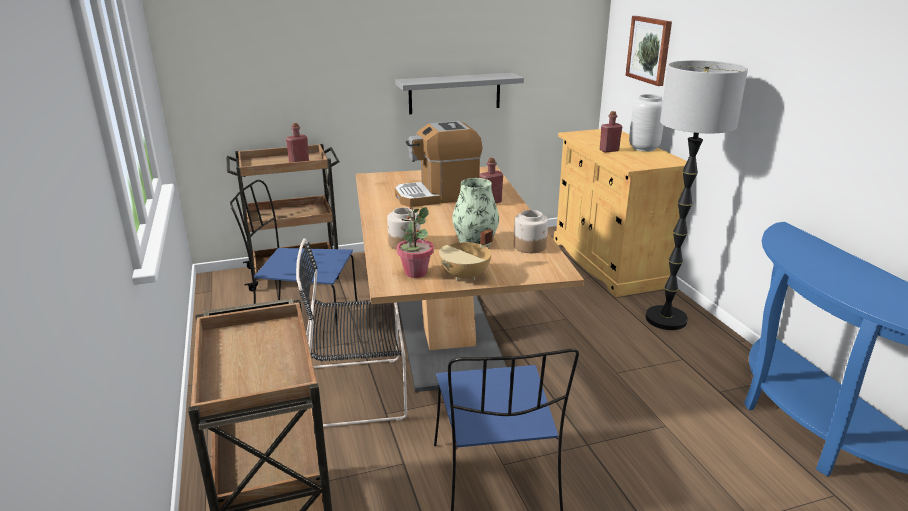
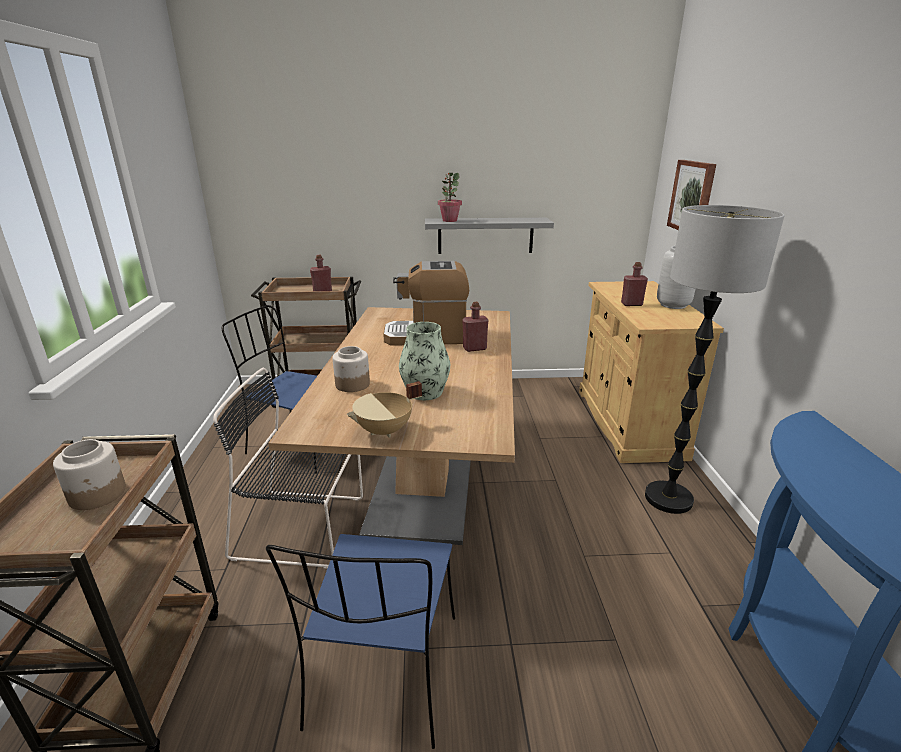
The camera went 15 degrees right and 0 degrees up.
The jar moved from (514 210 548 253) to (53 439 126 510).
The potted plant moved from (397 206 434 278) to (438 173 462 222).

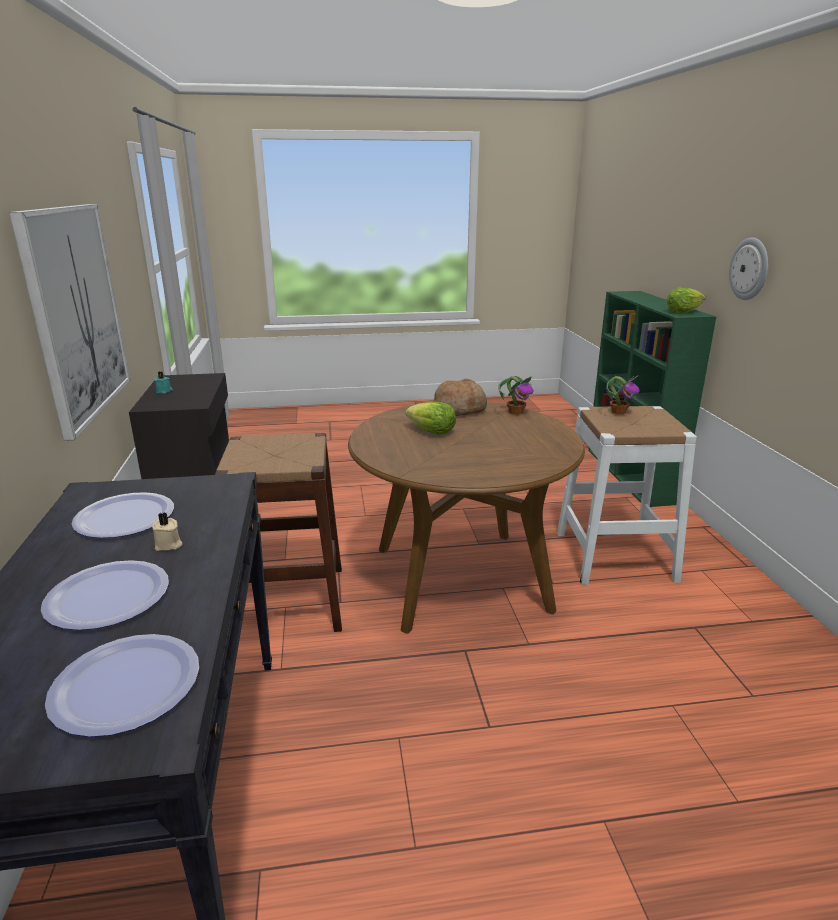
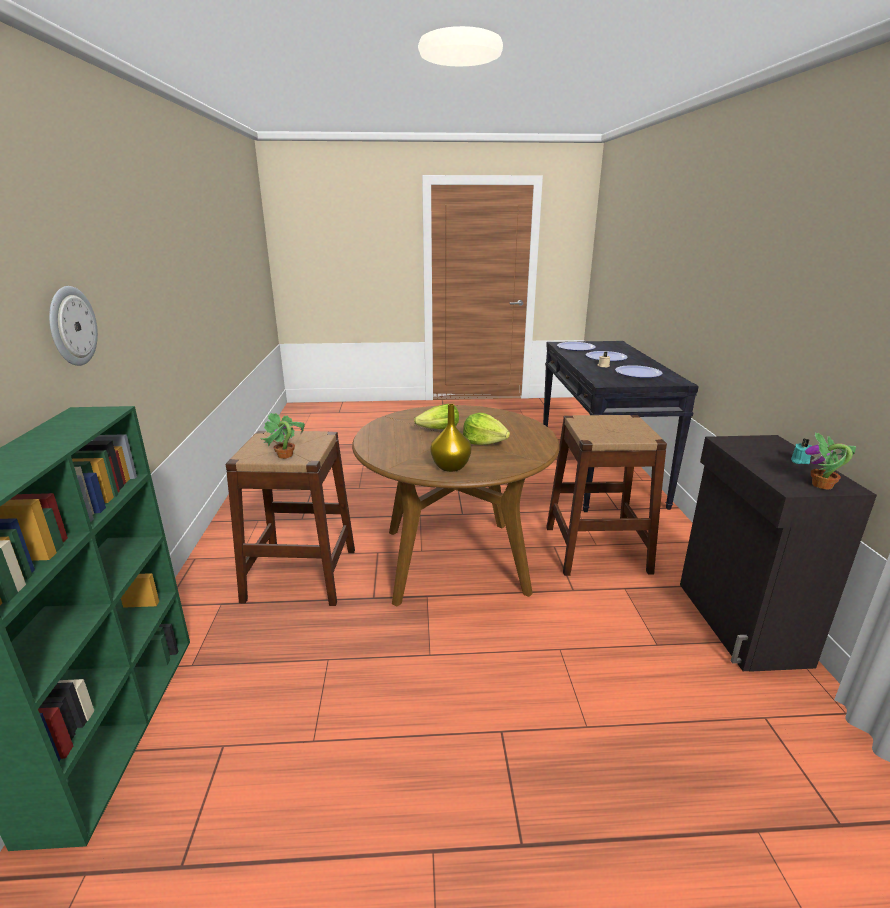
The camera went 175 degrees left and 0 degrees up.
The stool (white) at (557 406 697 585) became the stool (brown) at (226 431 355 606).
The lettuce moved from (666 288 706 313) to (414 404 459 429).
The bread at (433 379 487 416) was replaced by the vase (yellow) at (430 404 471 472).
The potted plant moved from (499 376 534 415) to (805 432 856 490).
The picture at (9 204 130 441) disappeared.

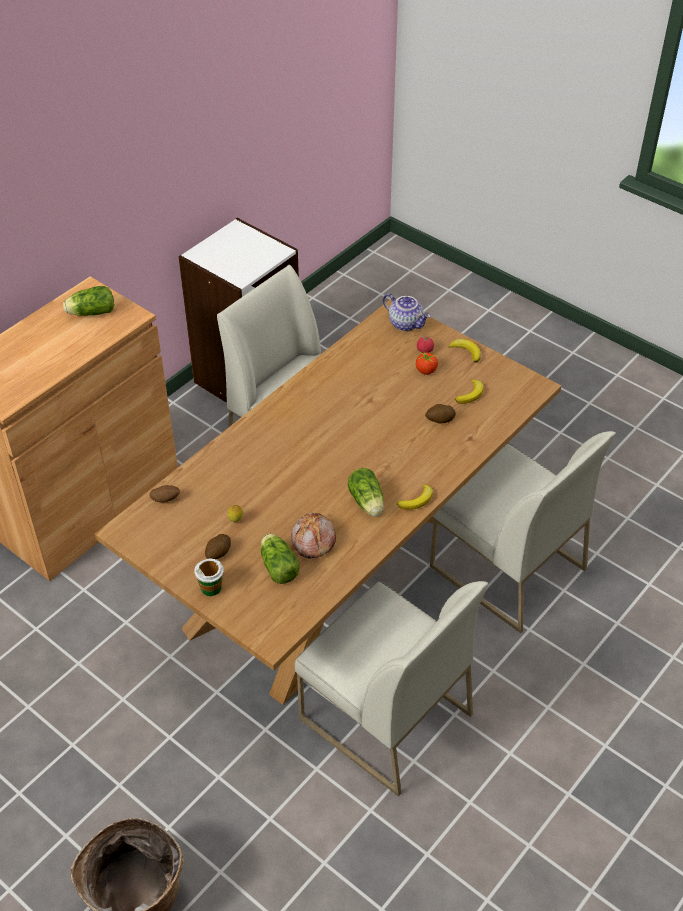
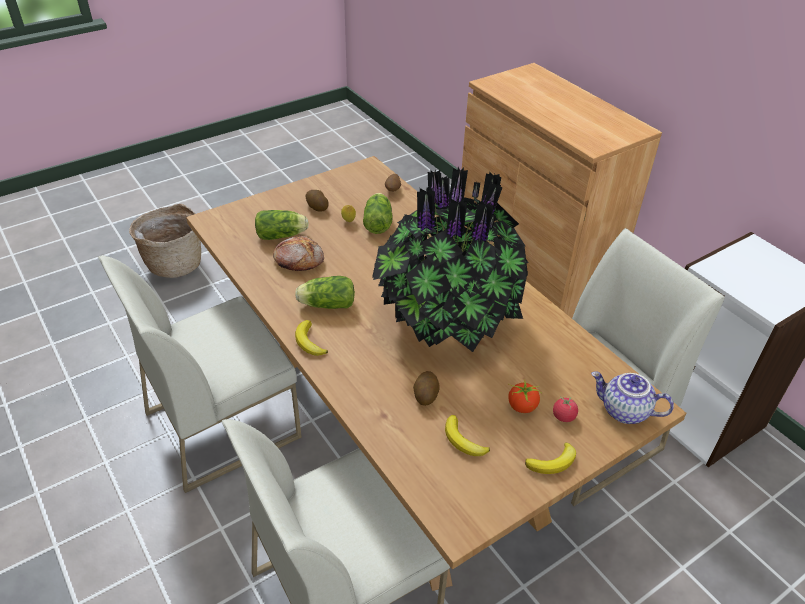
The camera went 105 degrees right and 5 degrees down.
The lettuce moved from (63 286 114 316) to (363 193 393 234).
The potted plant at (372 167 529 352) appeared.
The teapot at (383 293 430 331) turned 60 degrees clockwise.
The cup at (194 559 224 596) disappeared.

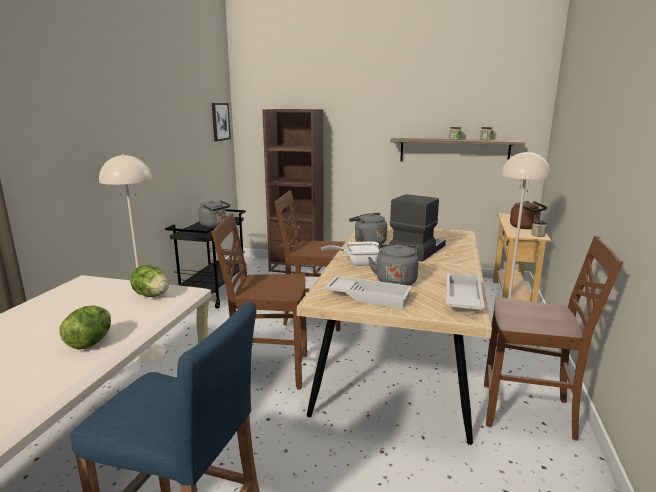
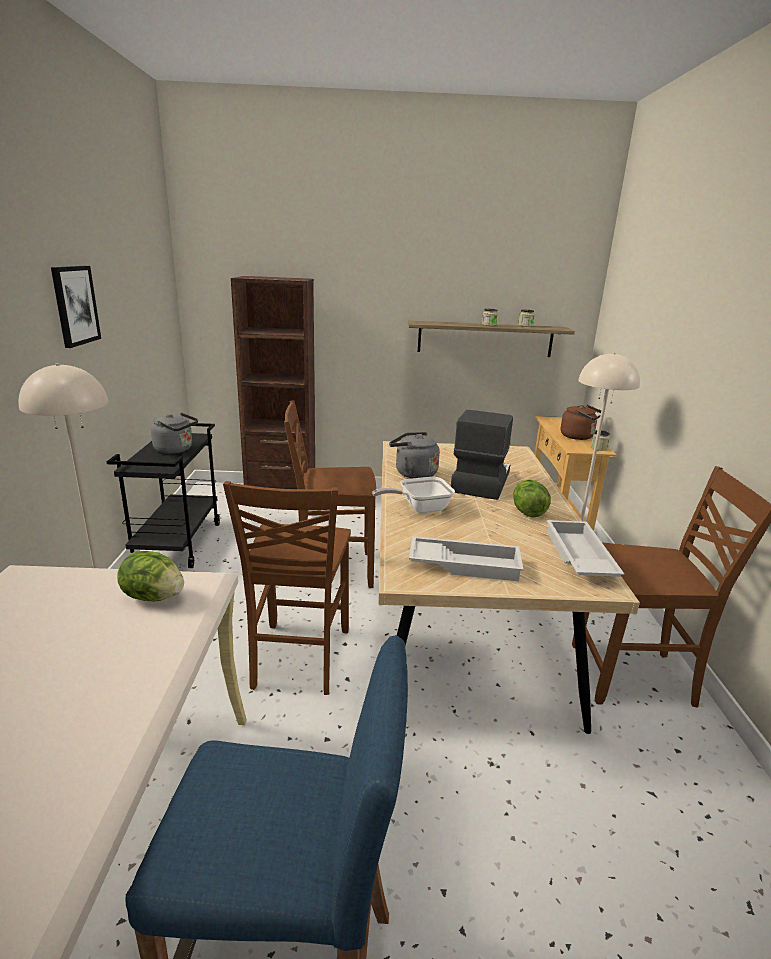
The camera went 15 degrees left and 5 degrees up.
The picture moved from (212 103 231 142) to (51 266 101 348).
The chair (brown) at (211 213 307 389) turned 75 degrees counterclockwise.
The lettuce moved from (60 305 111 350) to (513 480 551 518).
The kettle (grey) at (368 244 419 286) disappeared.

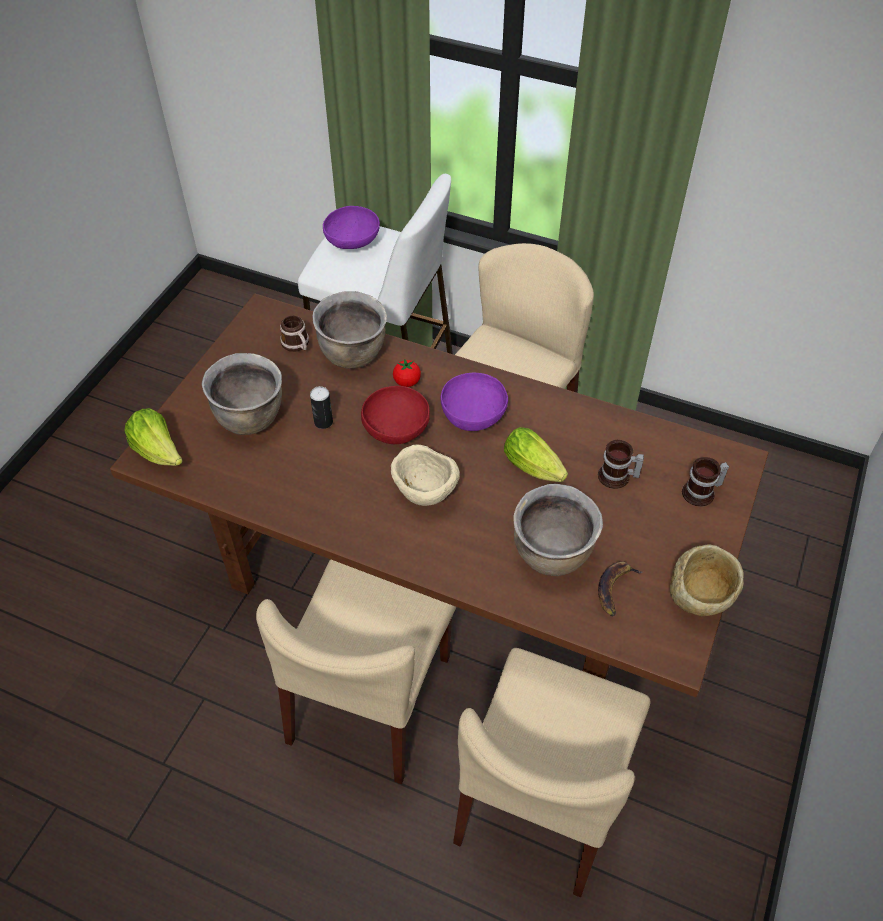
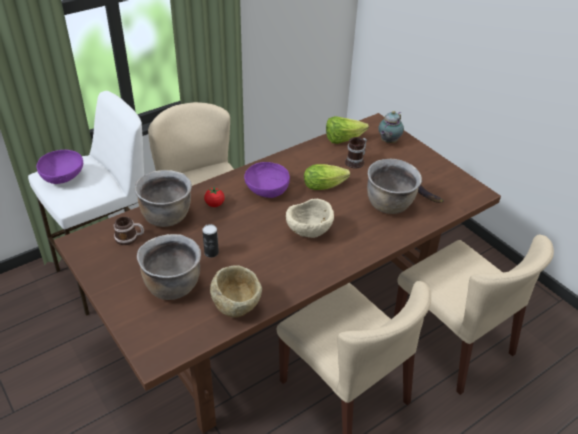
The camera went 60 degrees left and 10 degrees down.
The bowl (beige) moved from (670 544 744 616) to (210 266 262 318).
The lettuce moved from (124 408 183 466) to (326 116 369 144).
The mug at (682 457 729 507) was replaced by the teapot at (378 111 404 143).
The bowl (red) at (361 386 430 444) disappeared.

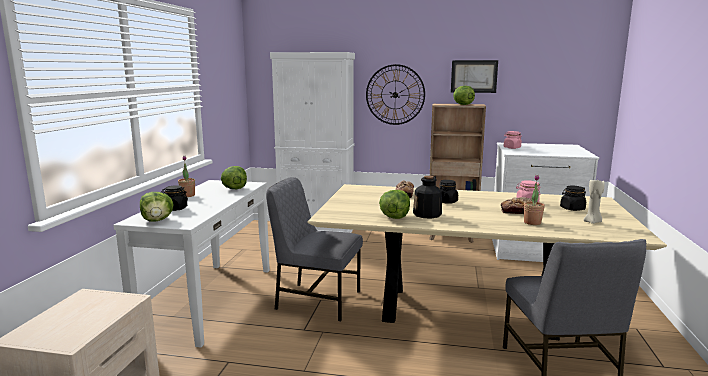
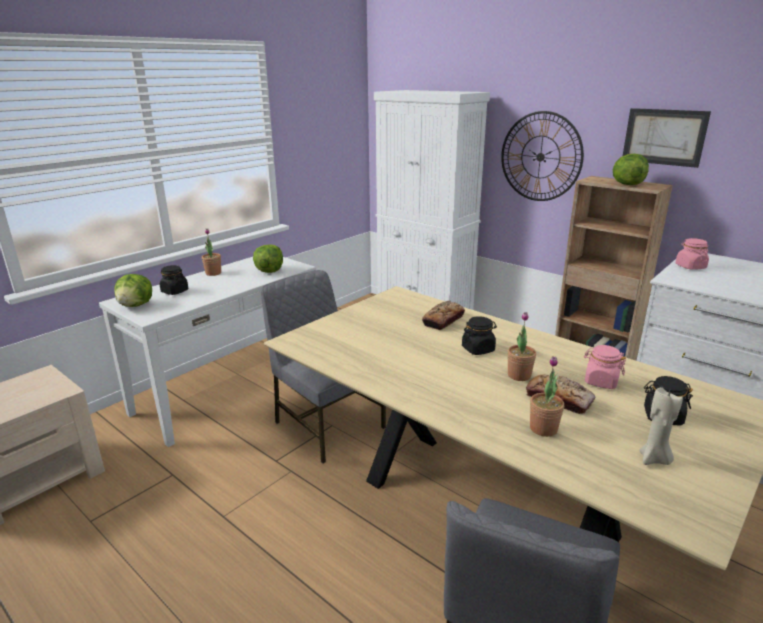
The camera went 30 degrees right and 10 degrees up.
The potted plant at (507 312 536 381) appeared.
The lettuce at (379 190 410 219) disappeared.
The bottle at (413 176 442 219) disappeared.

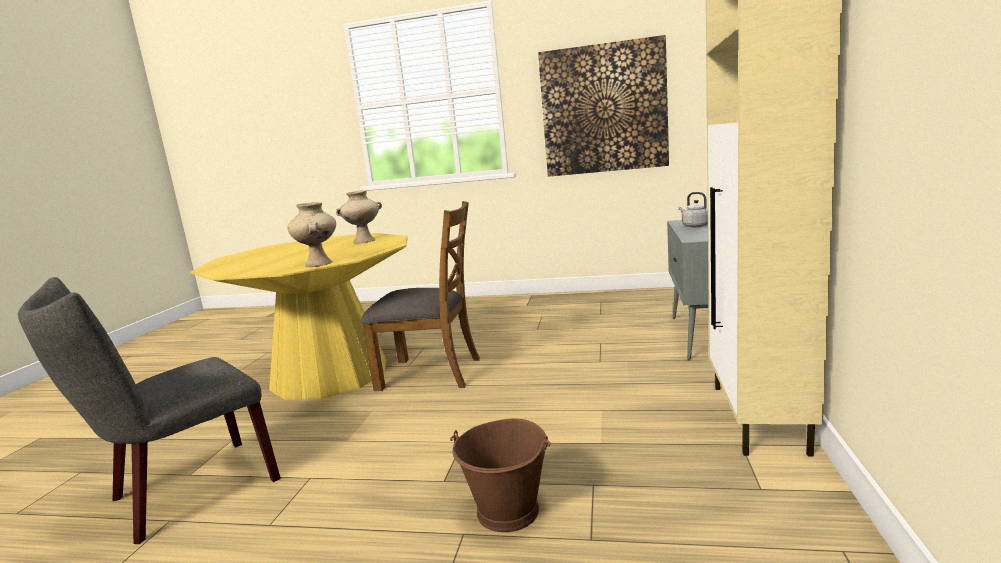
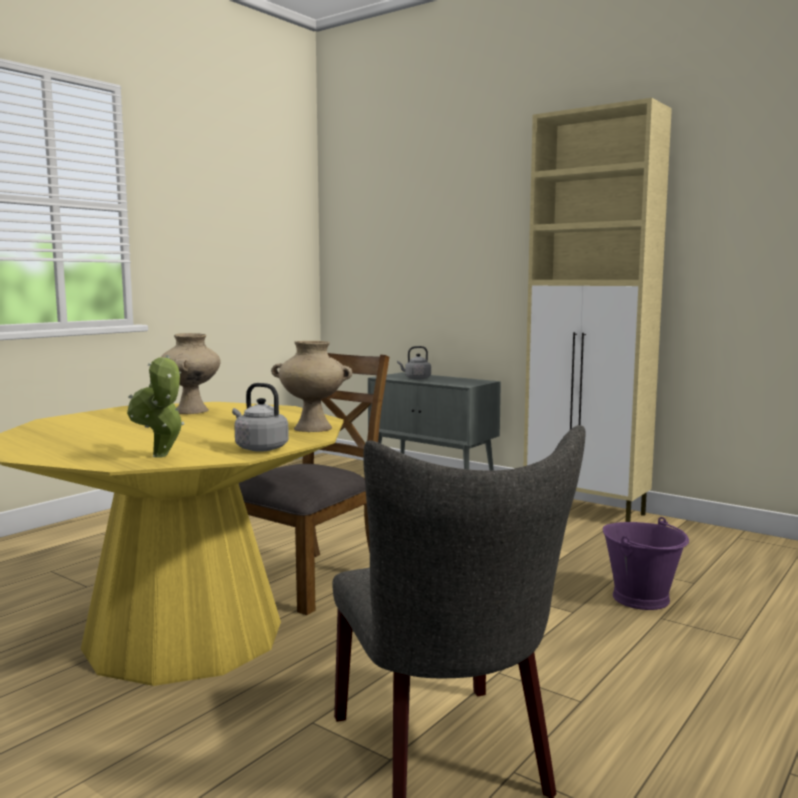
The camera went 65 degrees left and 5 degrees down.
The potted plant at (127 355 185 458) appeared.
The kettle (grey) at (232 383 289 452) appeared.
The bucket (brown) at (450 419 551 532) became the bucket (purple) at (603 517 689 610).
The picture at (538 35 669 177) disappeared.

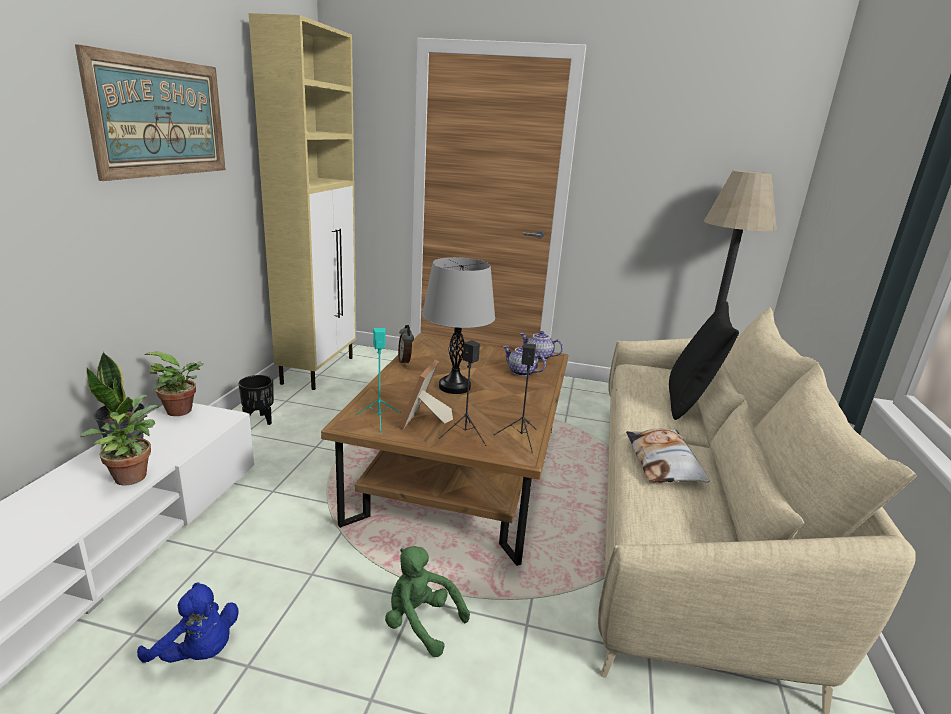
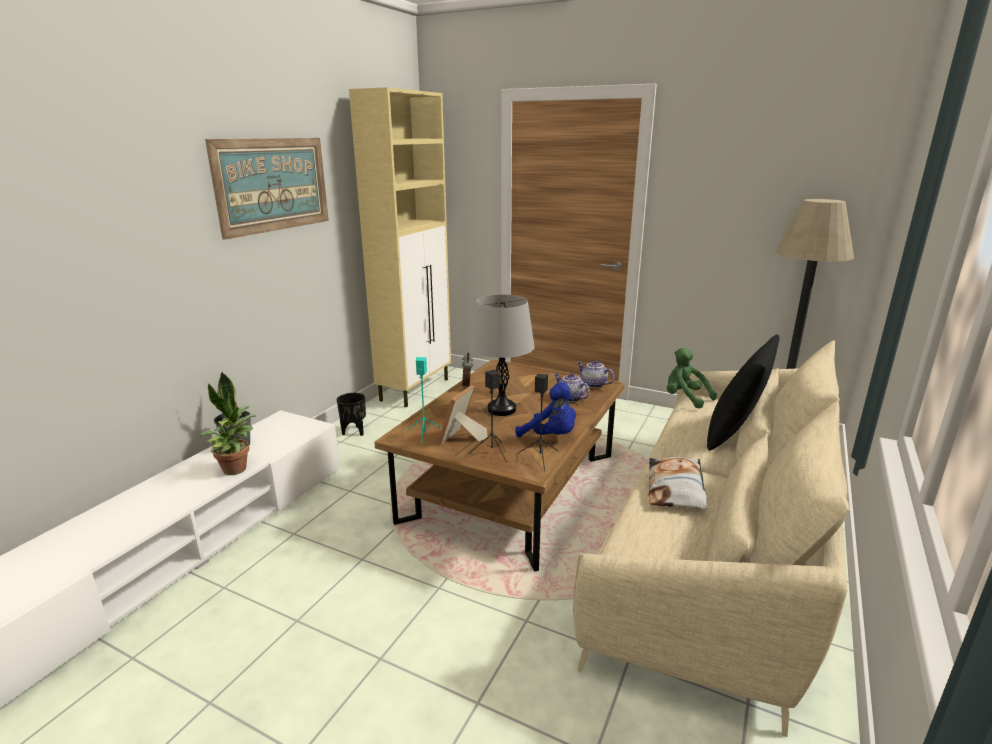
The camera went 15 degrees right and 0 degrees up.
The plush toy (blue) moved from (137 583 238 663) to (515 382 576 437).
The plush toy (green) moved from (385 546 470 657) to (667 348 717 408).
The potted plant at (144 351 204 416) disappeared.

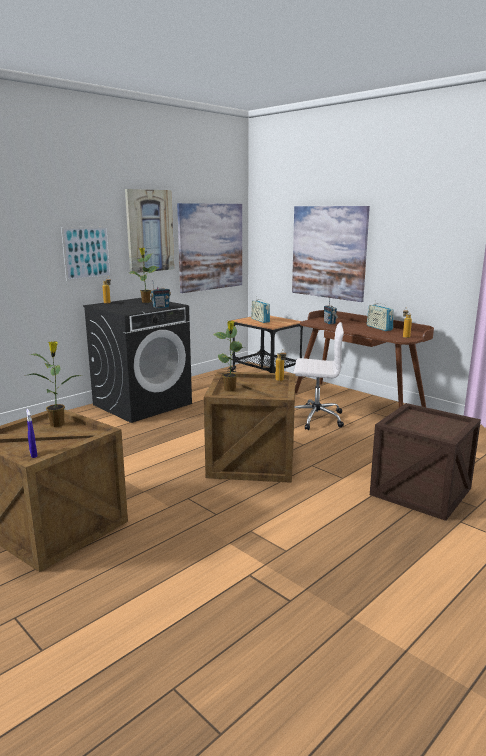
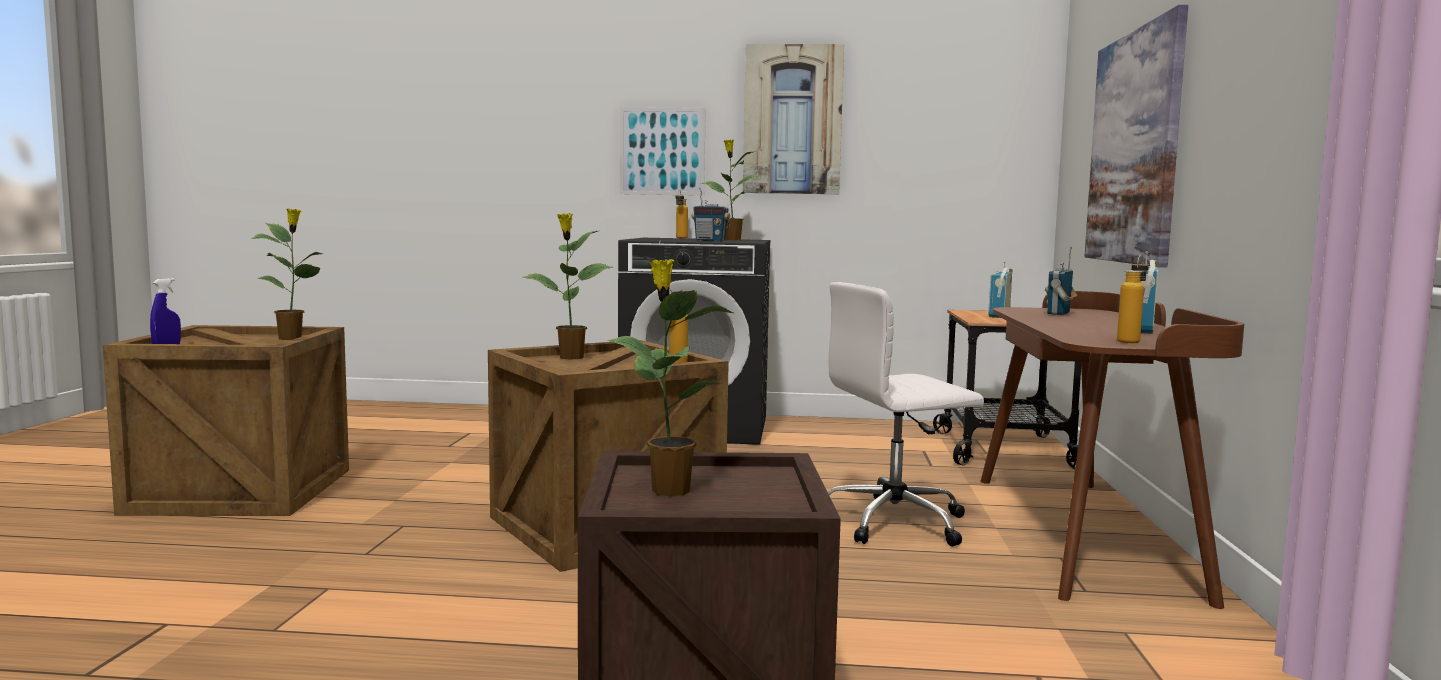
The camera went 50 degrees right and 10 degrees down.
The potted plant at (607 259 734 496) appeared.
The office chair (white) at (293 322 344 430) turned 105 degrees clockwise.
The picture at (177 203 242 293) disappeared.

